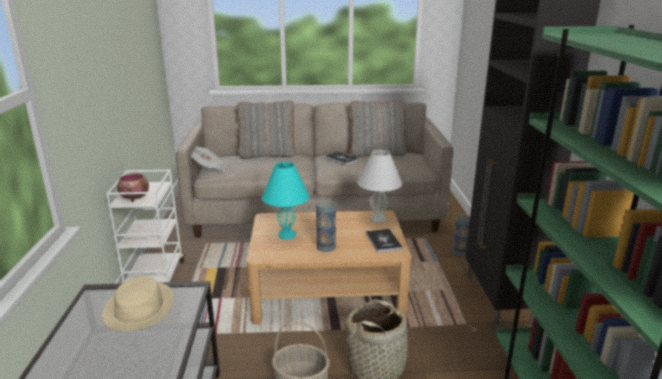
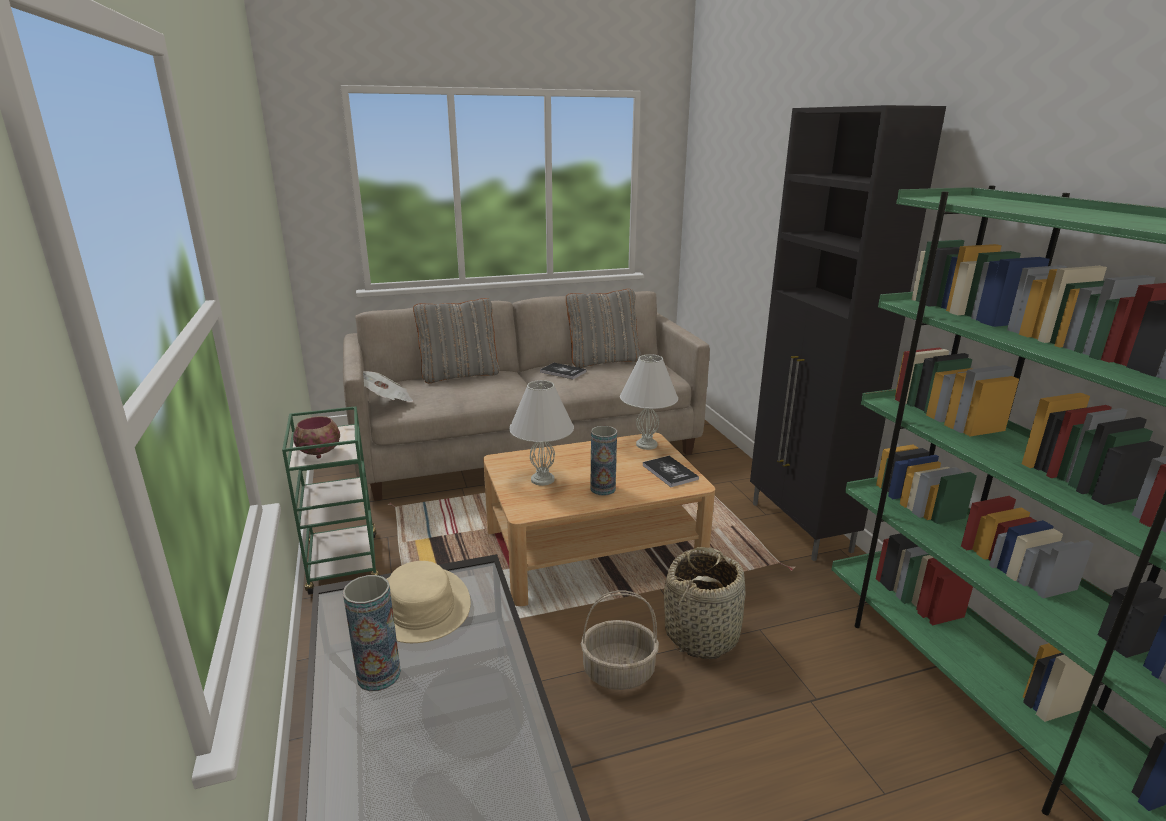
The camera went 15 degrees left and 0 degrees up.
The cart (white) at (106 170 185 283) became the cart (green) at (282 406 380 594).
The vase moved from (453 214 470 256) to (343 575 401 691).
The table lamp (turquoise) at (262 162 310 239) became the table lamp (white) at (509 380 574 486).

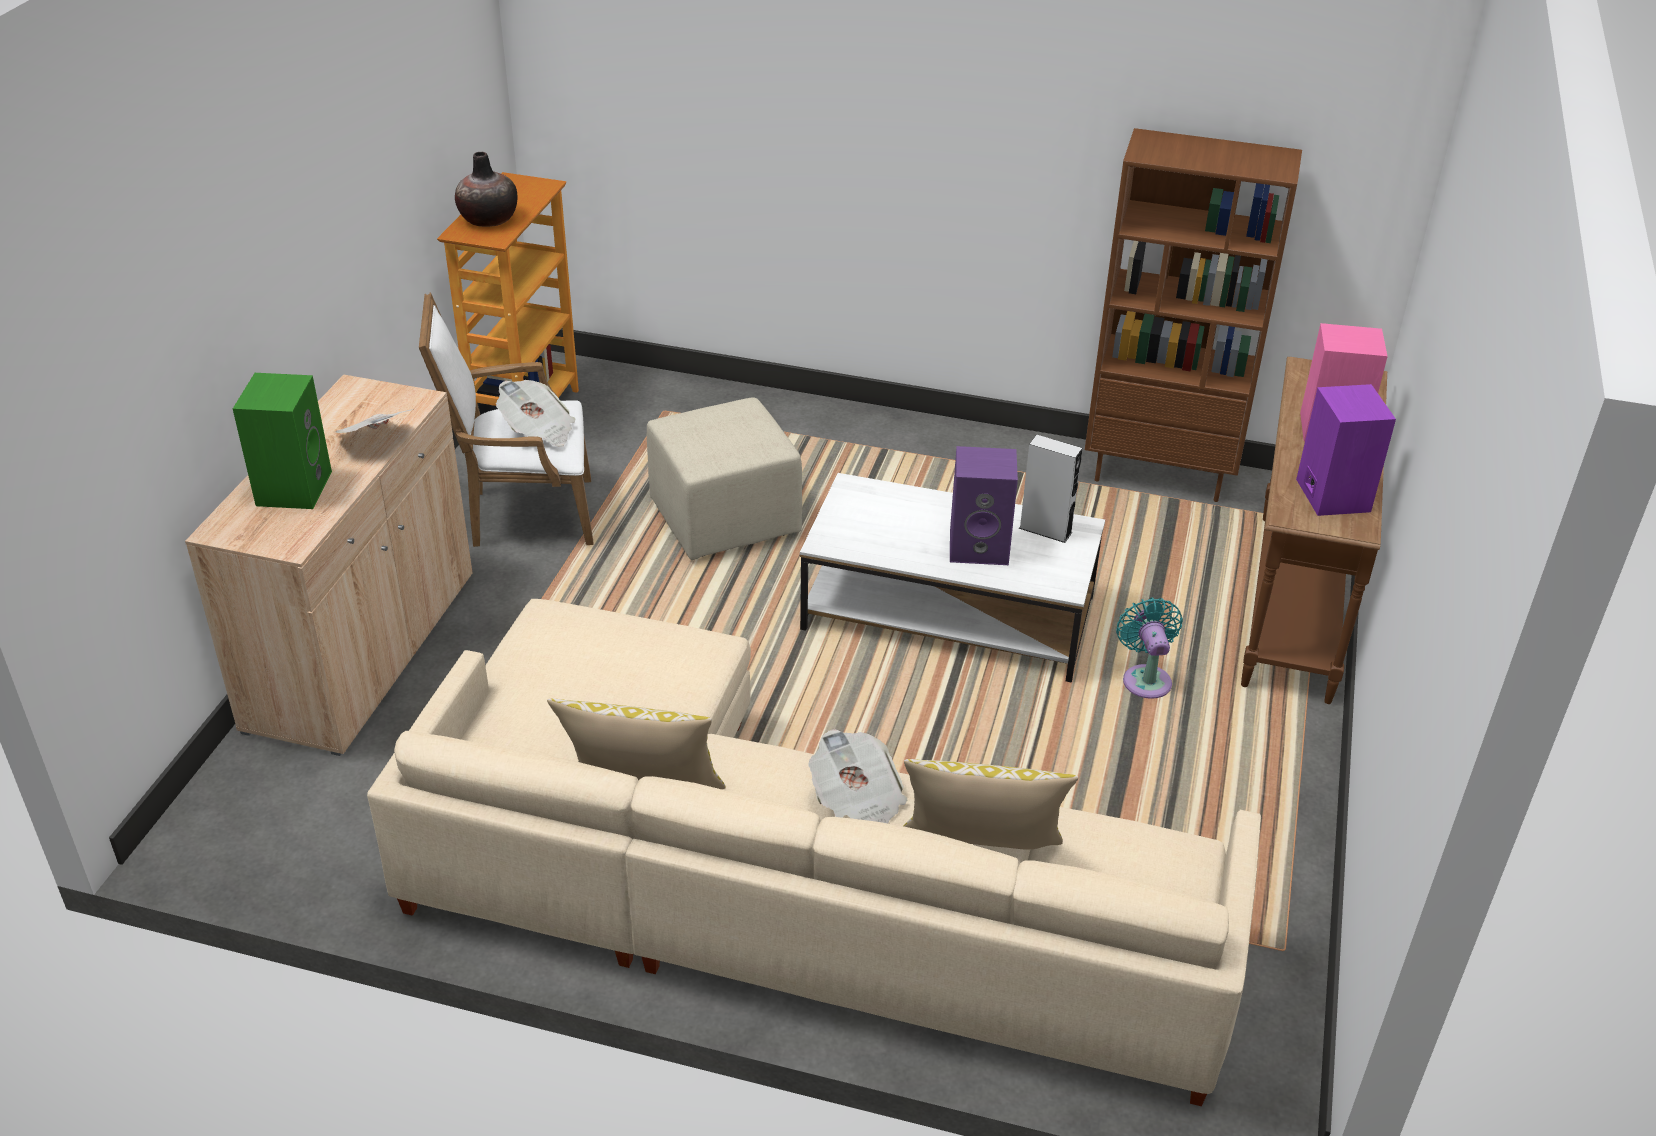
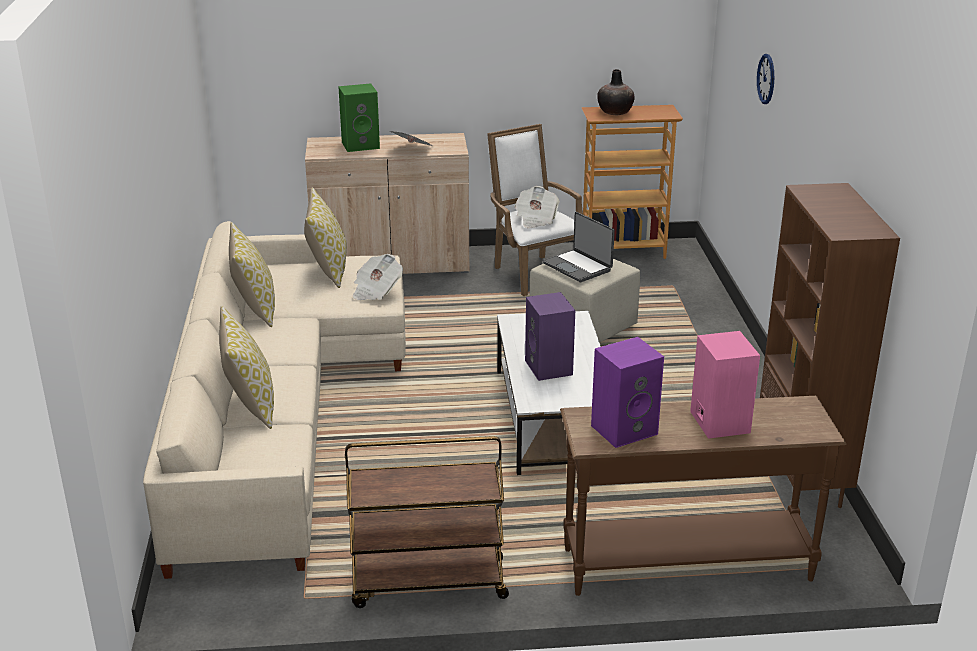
The camera went 70 degrees right and 10 degrees down.
The pillow at (304 187 347 288) appeared.
The cart (brown) at (345 436 509 608) appeared.
The newspaper moved from (808 729 907 823) to (353 254 403 300).
The laptop at (543 212 615 282) appeared.
The wall clock at (757 54 774 104) appeared.
The speaker (grey) at (1019 435 1082 543) disappeared.
The fan (turquoise) at (1116 597 1183 699) disappeared.

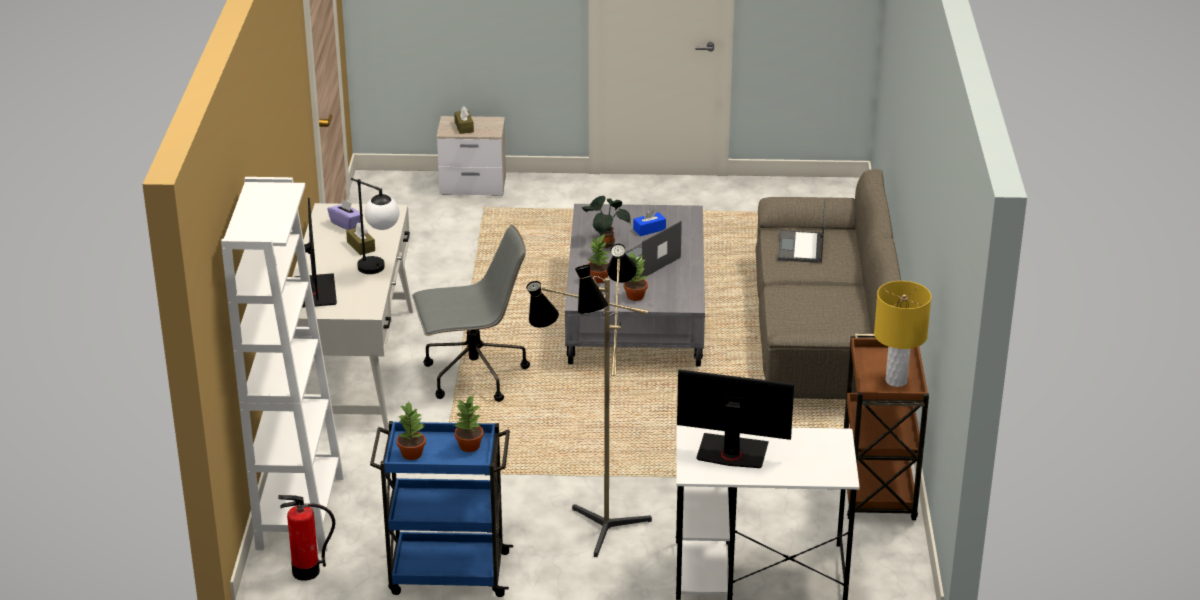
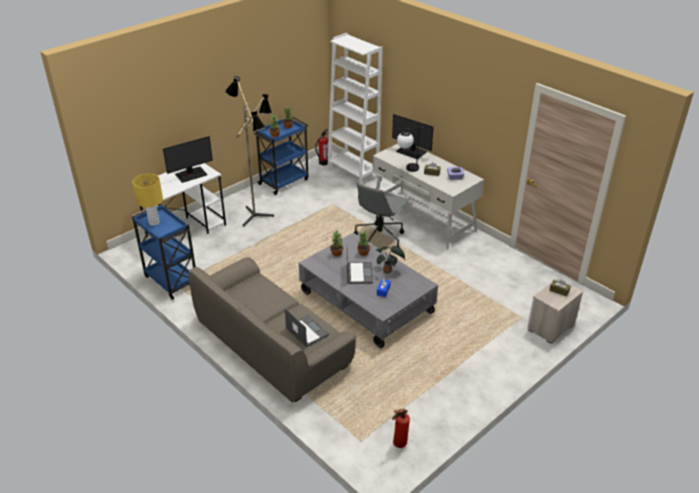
The camera went 135 degrees right and 5 degrees up.
The cart (brown) at (844 334 929 520) became the cart (blue) at (132 204 196 300).
The fire extinguisher at (391 409 410 448) appeared.

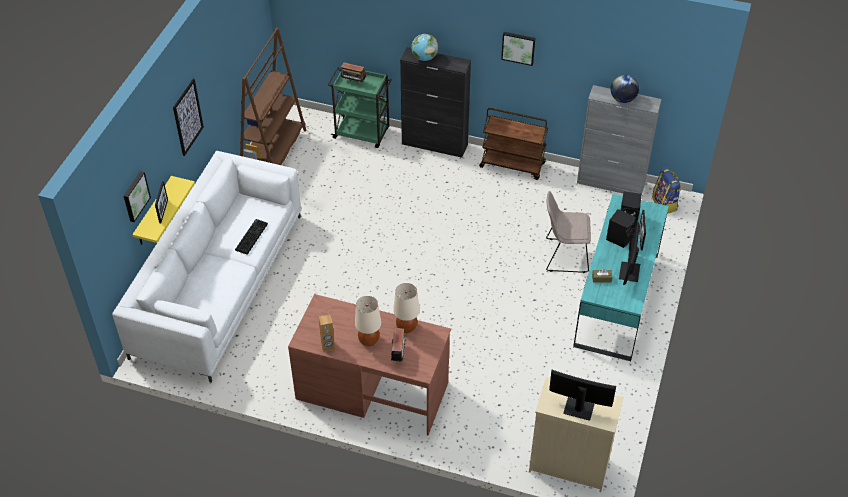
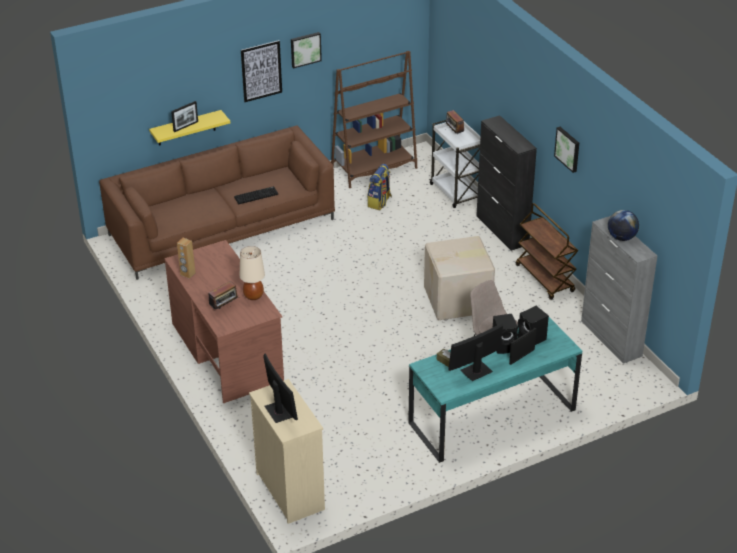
The camera went 45 degrees right and 10 degrees down.
The sofa (white) at (112 151 302 383) became the sofa (brown) at (99 125 335 280).
The picture moved from (124 171 151 222) to (291 32 322 68).
The backpack moved from (652 167 681 214) to (367 164 392 210).
The cardboard box at (424 236 495 320) appeared.
The cart (green) at (328 67 392 148) became the cart (white) at (429 120 480 208).
The table lamp (beige) at (355 296 381 346) disappeared.
The globe at (411 34 438 61) disappeared.

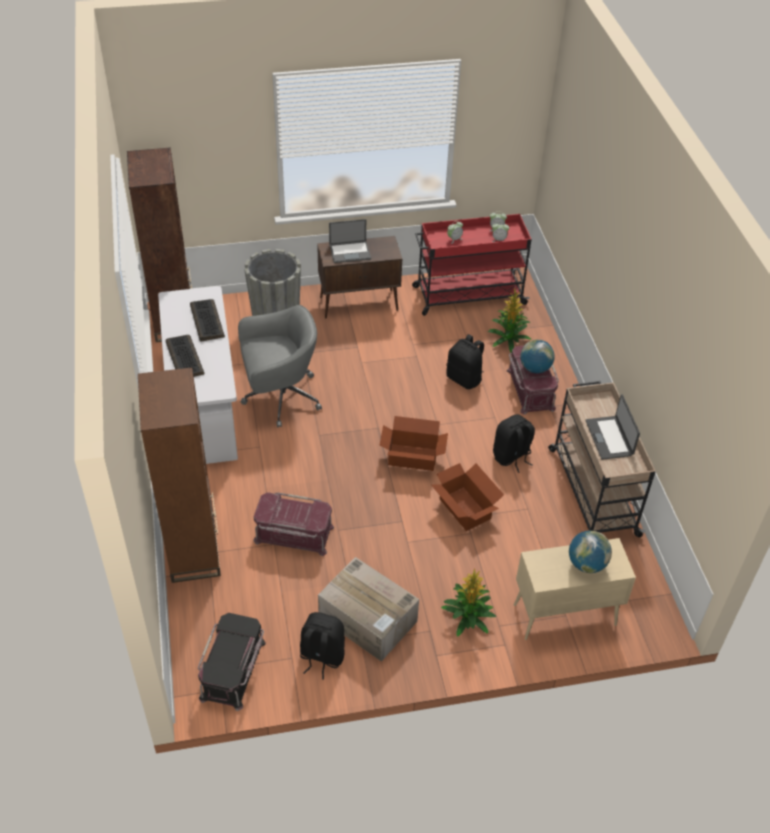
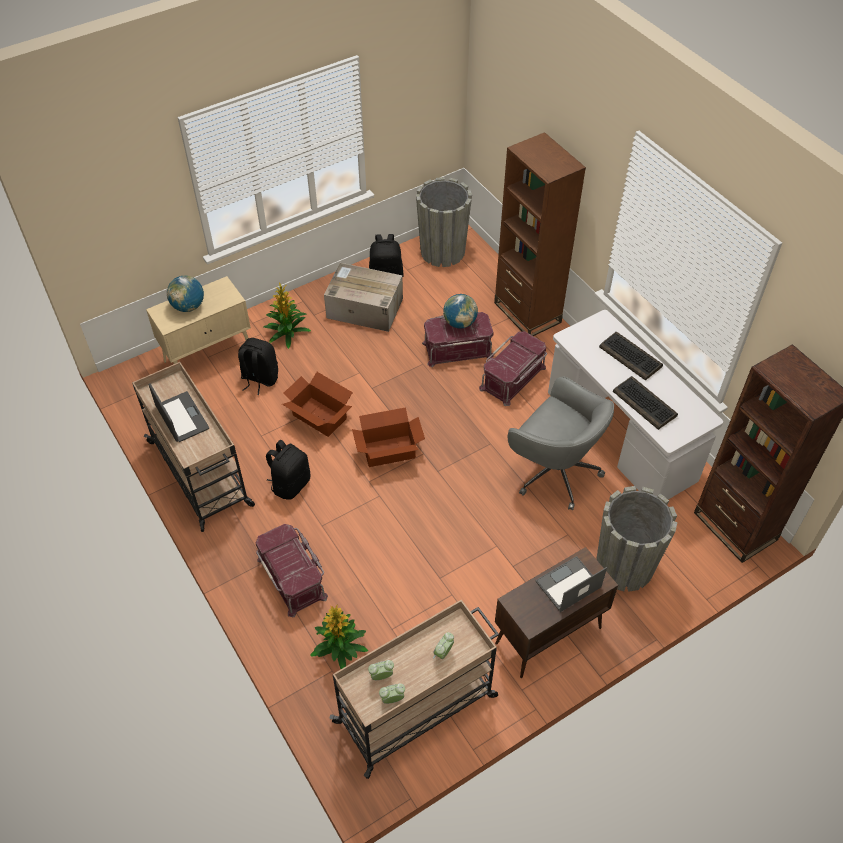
The camera went 160 degrees right and 5 degrees up.
The backpack (black) moved from (446 334 484 389) to (238 338 278 395).
The cart (red) at (412 214 532 316) became the cart (beige) at (330 600 499 779).
The storage box (black) at (198 613 266 711) was replaced by the planter (grey) at (416 177 472 267).
The globe moved from (520 340 555 373) to (443 294 478 329).
The storage box (red) at (479 331 547 406) appeared.
The office chair (grey) at (238 305 322 427) turned 105 degrees counterclockwise.

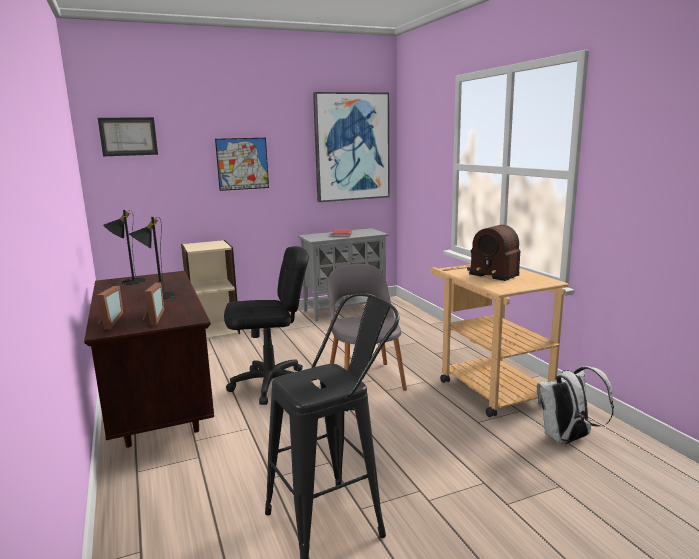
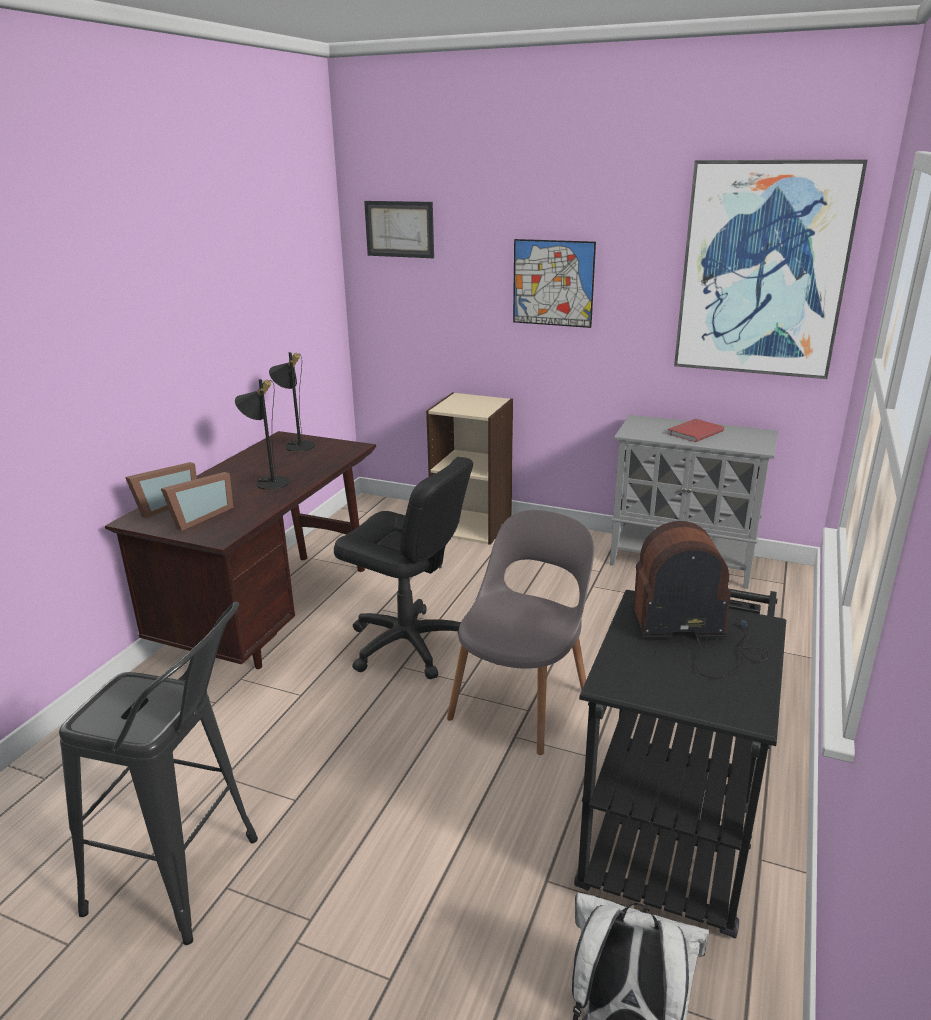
The camera went 45 degrees right and 10 degrees up.
The cart (beige) at (430 264 569 417) became the cart (black) at (574 589 786 938).
The radio at (467 225 520 281) turned 90 degrees clockwise.

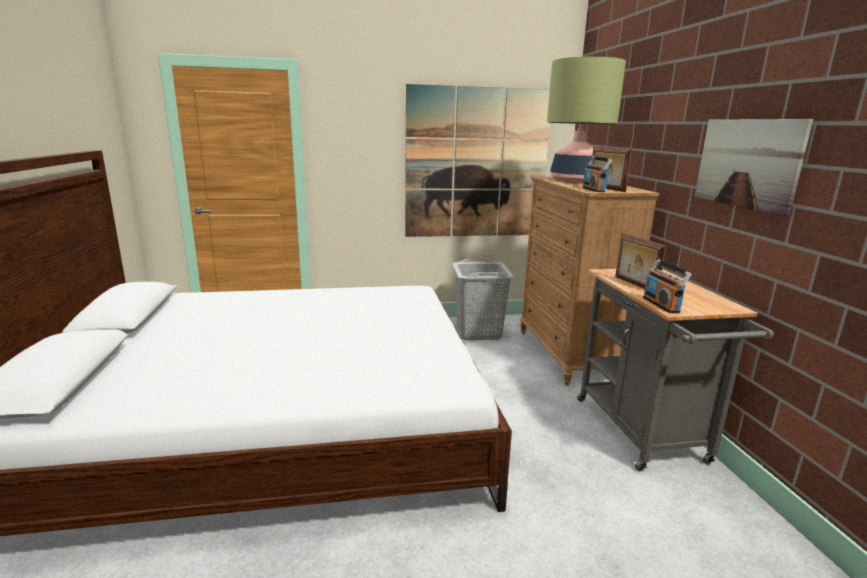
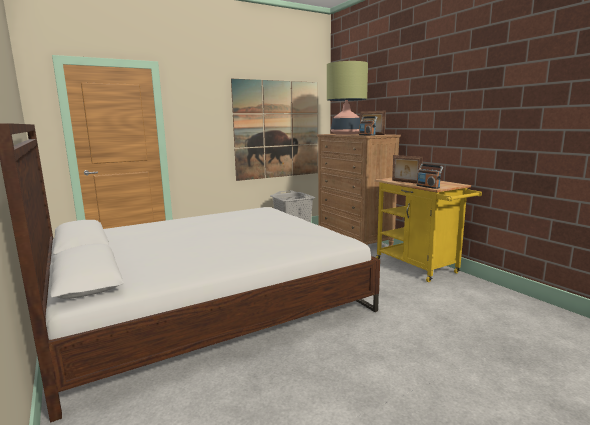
The camera went 20 degrees left and 5 degrees down.
The cart (grey) at (577 269 774 471) became the cart (yellow) at (375 178 482 282).
The picture at (694 119 813 216) disappeared.

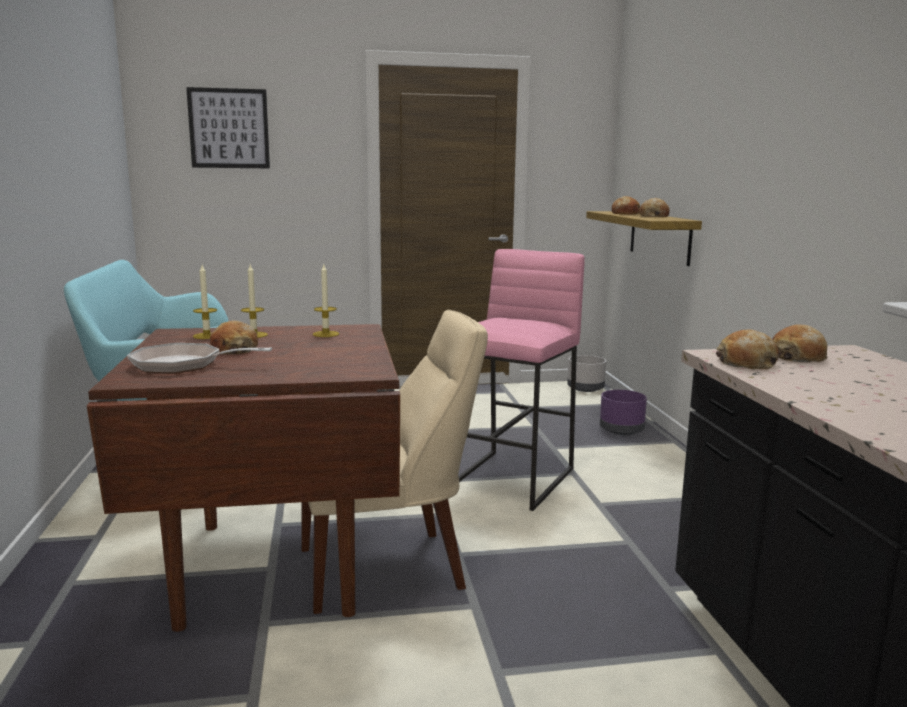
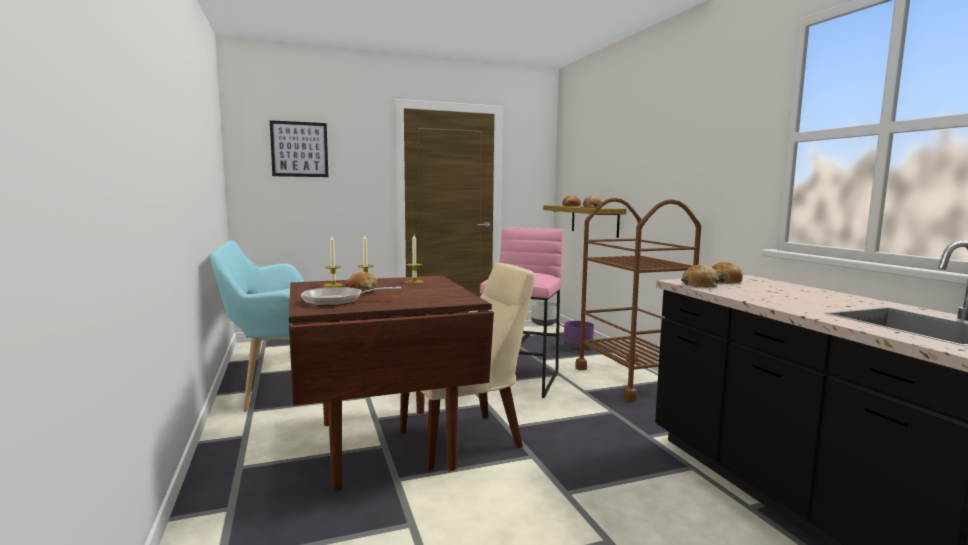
The camera went 10 degrees left and 5 degrees down.
The cart (brown) at (575 198 701 402) appeared.

